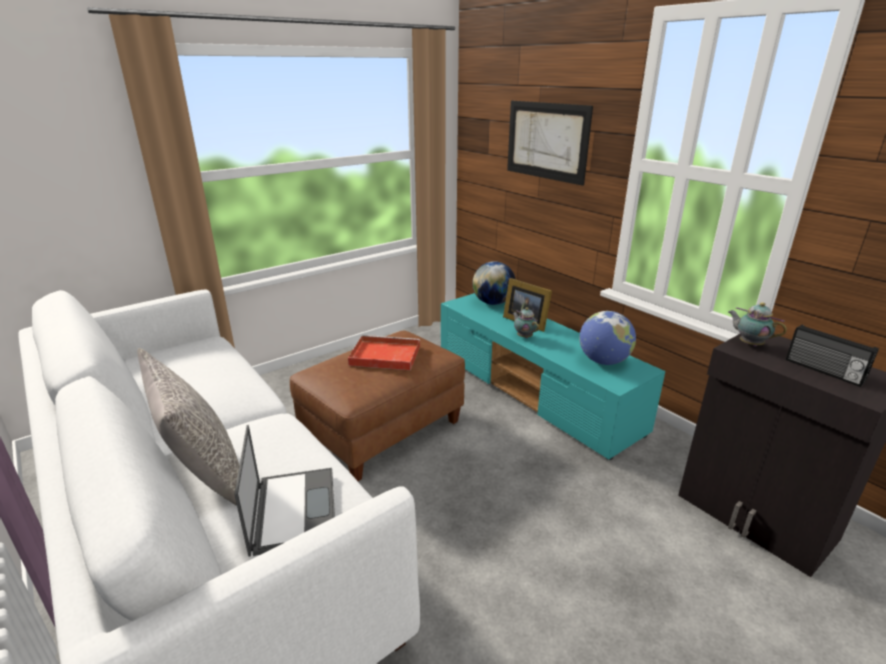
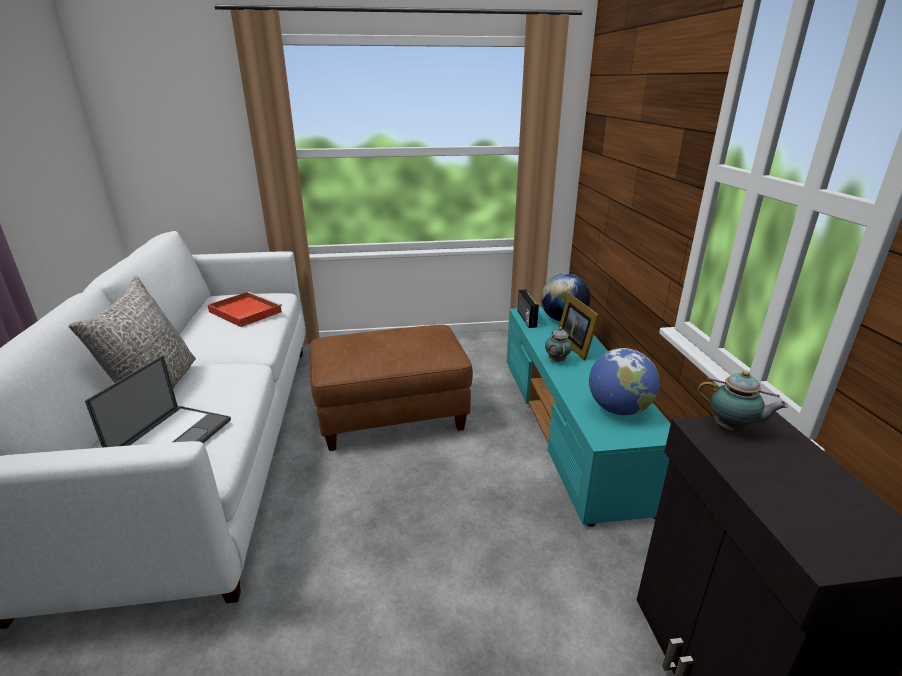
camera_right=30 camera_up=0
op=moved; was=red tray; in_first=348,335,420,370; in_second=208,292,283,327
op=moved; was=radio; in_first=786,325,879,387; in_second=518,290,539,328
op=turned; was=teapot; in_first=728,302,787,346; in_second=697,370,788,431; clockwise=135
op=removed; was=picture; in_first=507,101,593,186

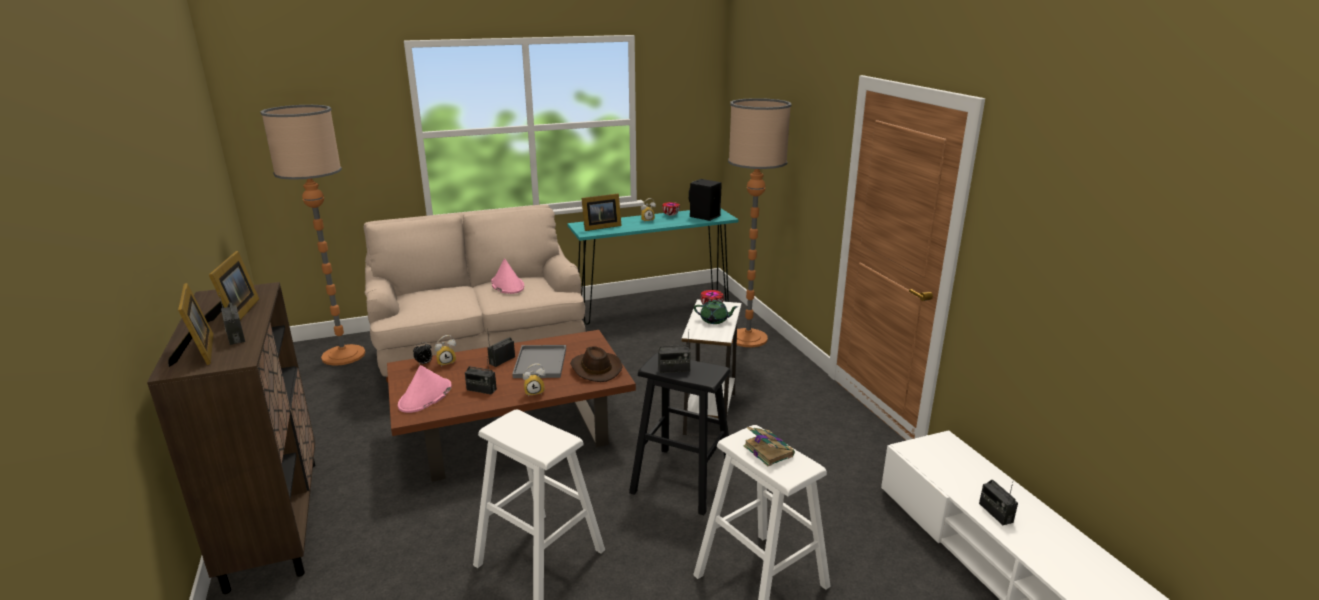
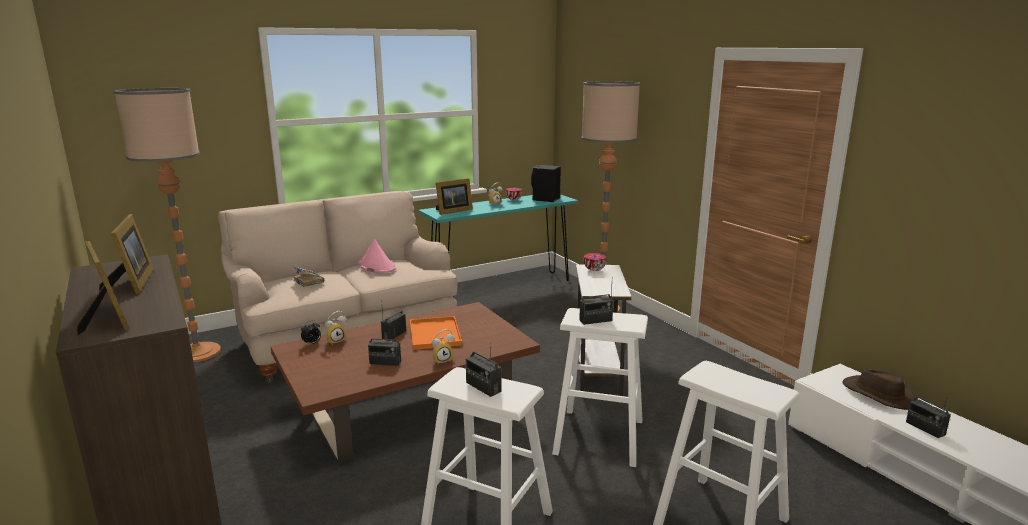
camera_right=-10 camera_up=-5
op=moved; was=book; in_first=743,427,795,467; in_second=293,266,324,287
op=recoloured; was=grey tray; now=orange tray; in_first=512,345,566,378; in_second=410,316,462,350
op=moved; was=radio; in_first=219,294,245,345; in_second=466,342,502,397
op=recoloured; was=black stool; now=white stool; in_first=629,353,730,515; in_second=552,308,648,467
op=moved; was=brown hat; in_first=570,346,622,382; in_second=842,369,917,410
op=removed; was=pink hat; in_first=398,365,452,413
op=removed; was=green teapot; in_first=694,300,738,324

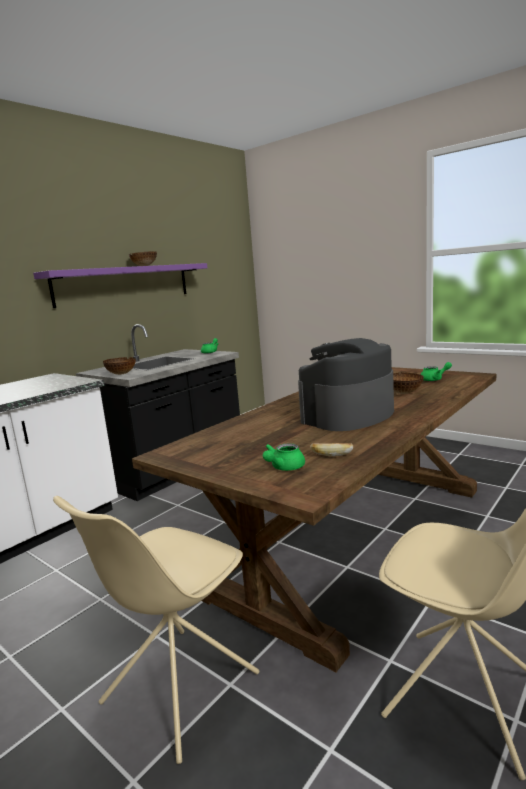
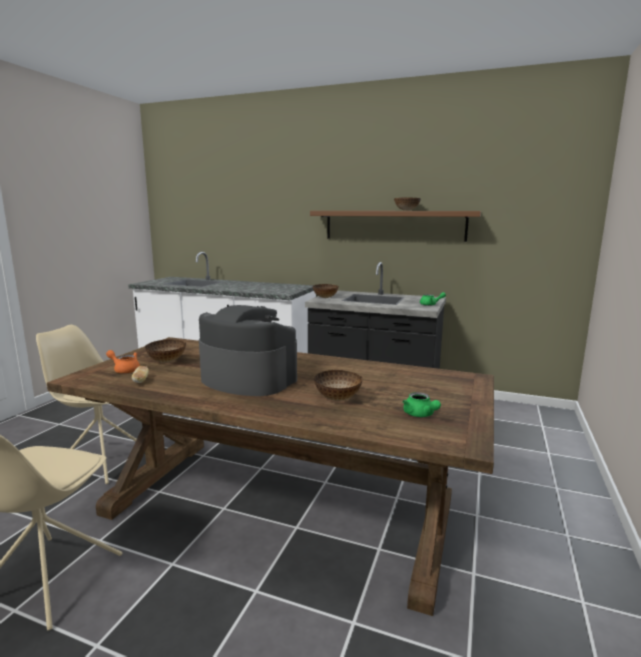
camera_right=70 camera_up=0
op=recoloured; was=green teapot; now=orange teapot; in_first=263,443,305,471; in_second=106,350,140,373
op=added; now=bowl; in_second=145,339,186,363
op=recoloured; was=purple shelf; now=brown shelf; in_first=33,263,207,308; in_second=310,211,481,242

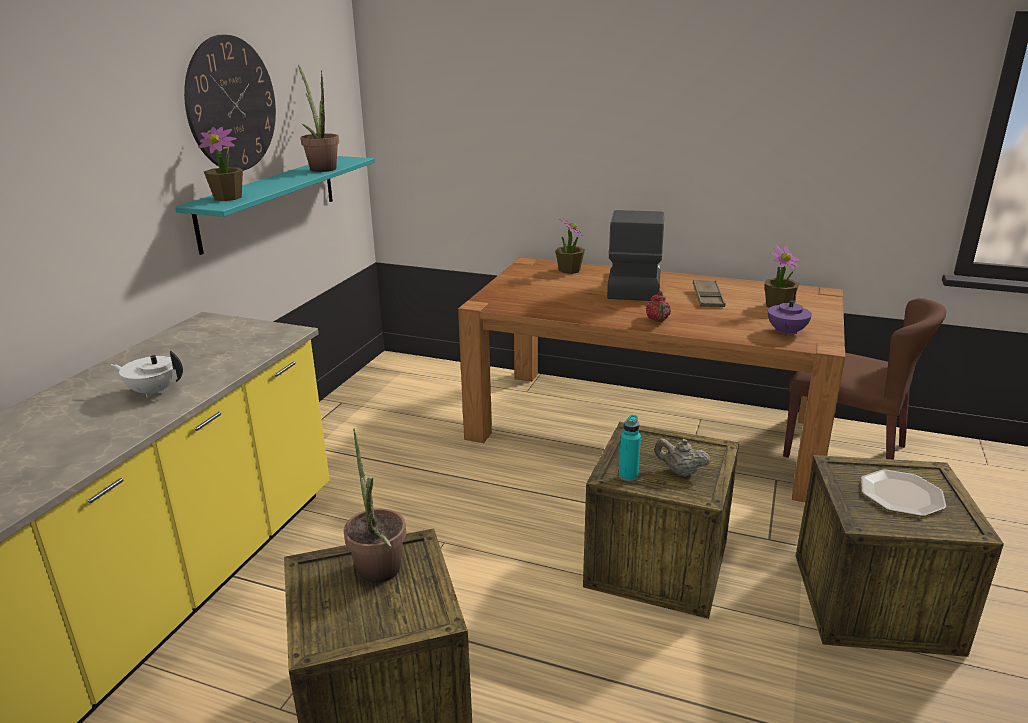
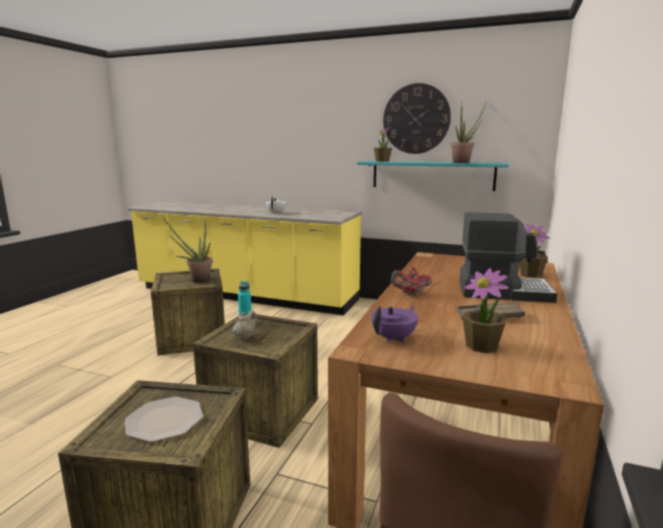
camera_right=90 camera_up=-10
op=turned; was=purple teapot; in_first=768,291,812,336; in_second=371,306,418,343; clockwise=105

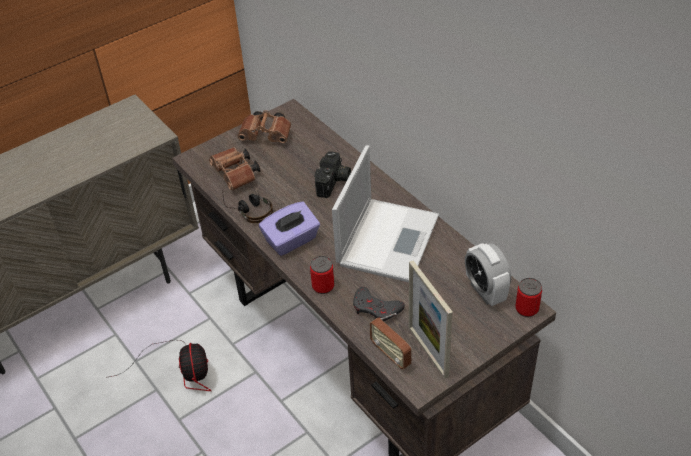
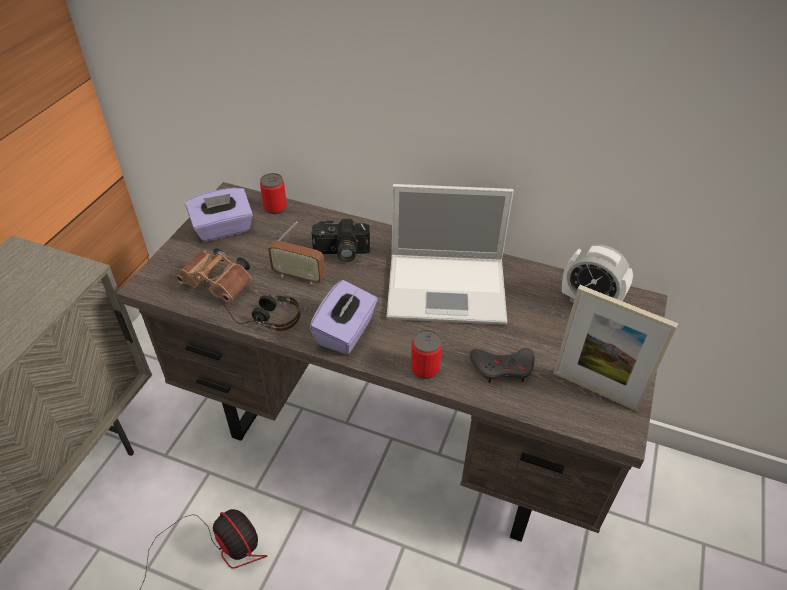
camera_right=-35 camera_up=0
op=replaced; was=brown binoculars; now=purple tissue box; in_first=237,110,291,143; in_second=185,188,253,242
op=moved; was=can; in_first=515,278,542,317; in_second=260,173,287,214
op=moved; was=radio; in_first=370,313,411,370; in_second=268,222,325,285
op=turned; was=photo camera; in_first=314,151,351,198; in_second=311,219,370,262; clockwise=105
op=turned; was=laptop; in_first=332,145,439,283; in_second=387,184,513,325; clockwise=105

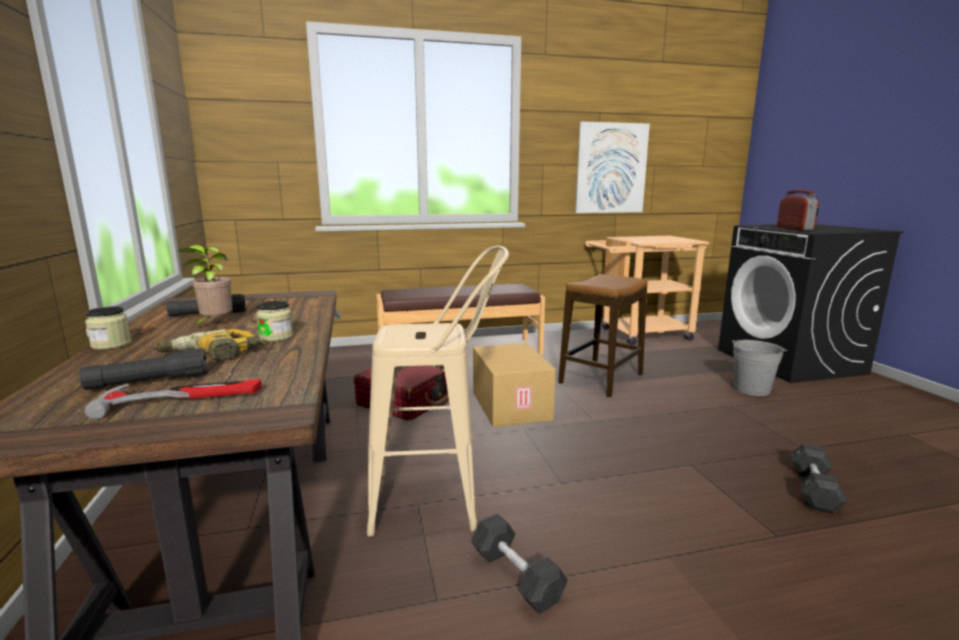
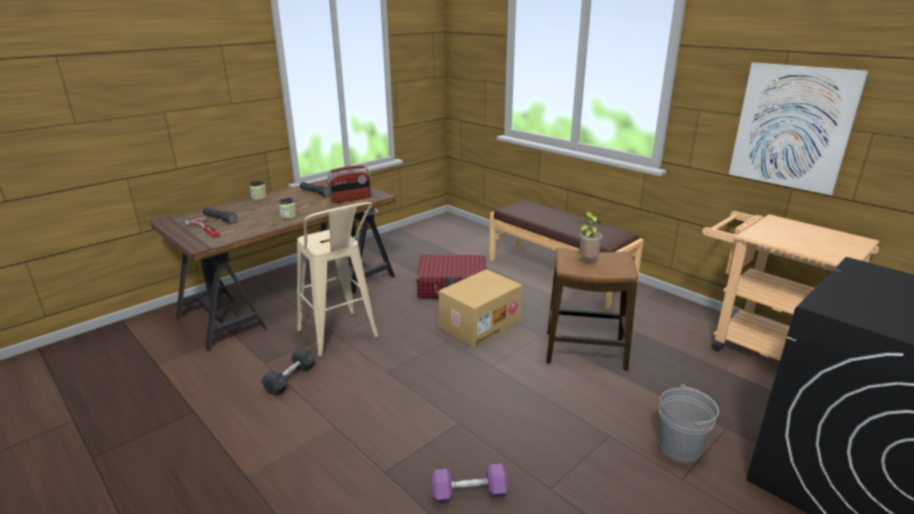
camera_right=60 camera_up=10
op=moved; was=radio; in_first=777,190,819,231; in_second=327,165,371,203
op=recoloured; was=grey dumbbell; now=purple dumbbell; in_first=791,443,847,513; in_second=432,464,508,503
op=moved; was=potted plant; in_first=178,245,233,326; in_second=575,211,603,259
op=removed; was=power drill; in_first=154,329,270,361

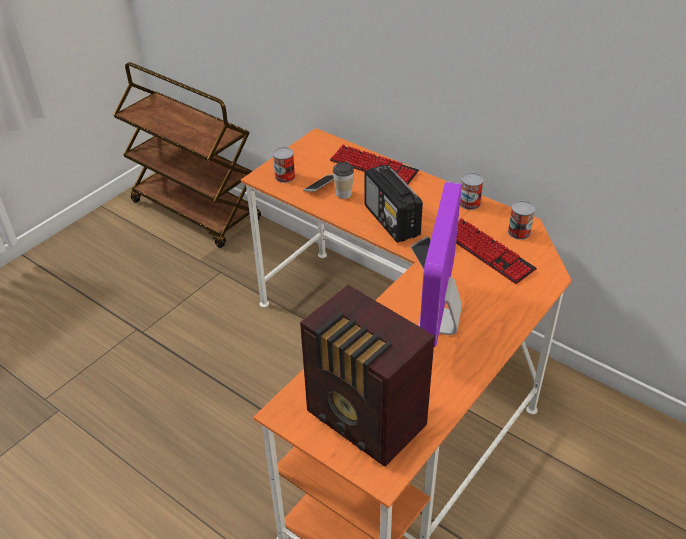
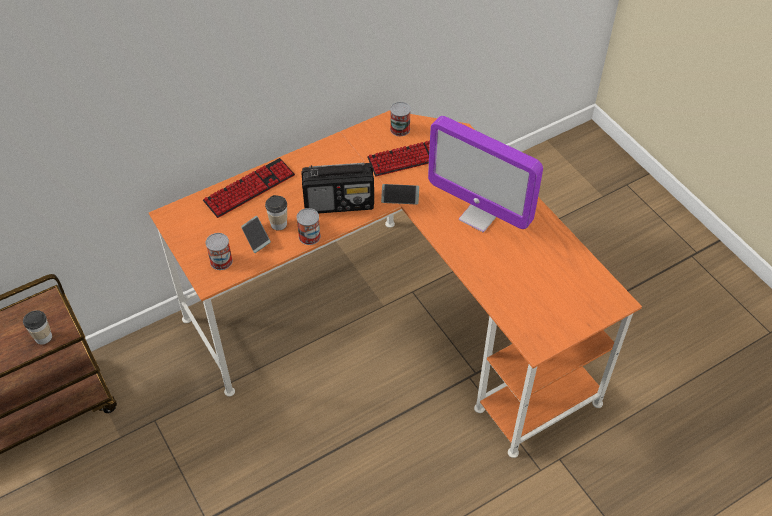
camera_right=-70 camera_up=10
op=added; now=cup; in_second=23,310,52,344
op=moved; was=can; in_first=460,173,484,210; in_second=296,208,321,245
op=removed; was=radio; in_first=300,285,435,467

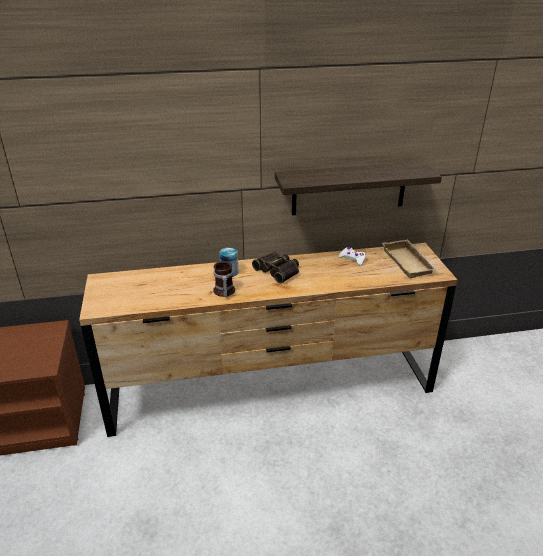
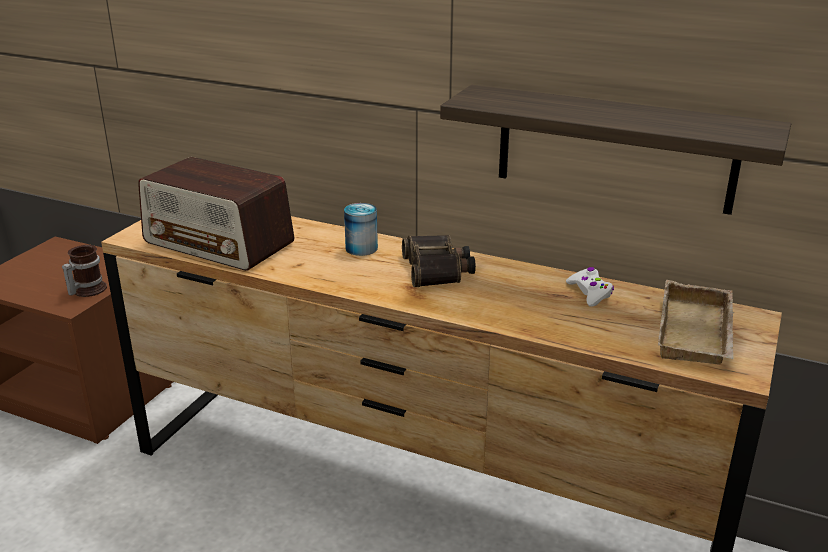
camera_right=35 camera_up=-5
op=moved; was=mug; in_first=213,261,235,297; in_second=62,245,107,297
op=added; now=radio; in_second=138,157,294,271

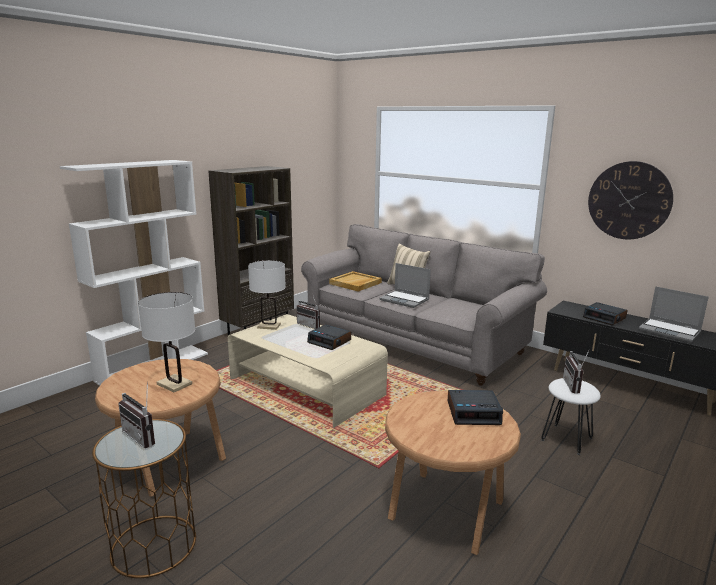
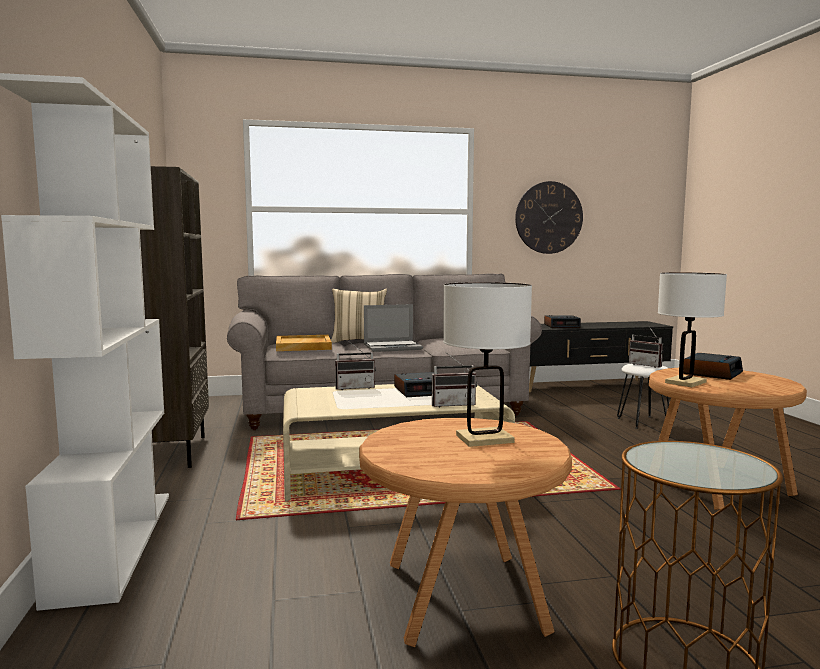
camera_right=-50 camera_up=-10
op=moved; was=radio; in_first=118,382,155,448; in_second=432,354,477,407
op=moved; was=white table lamp; in_first=248,260,286,330; in_second=658,272,727,387
op=removed; was=laptop; in_first=639,286,709,343

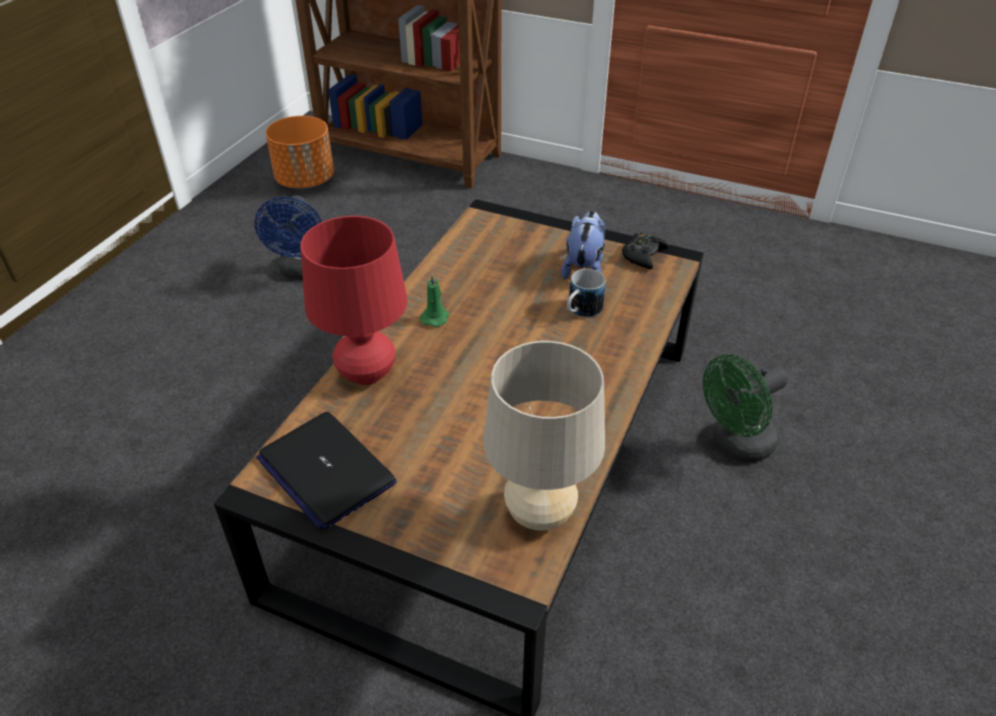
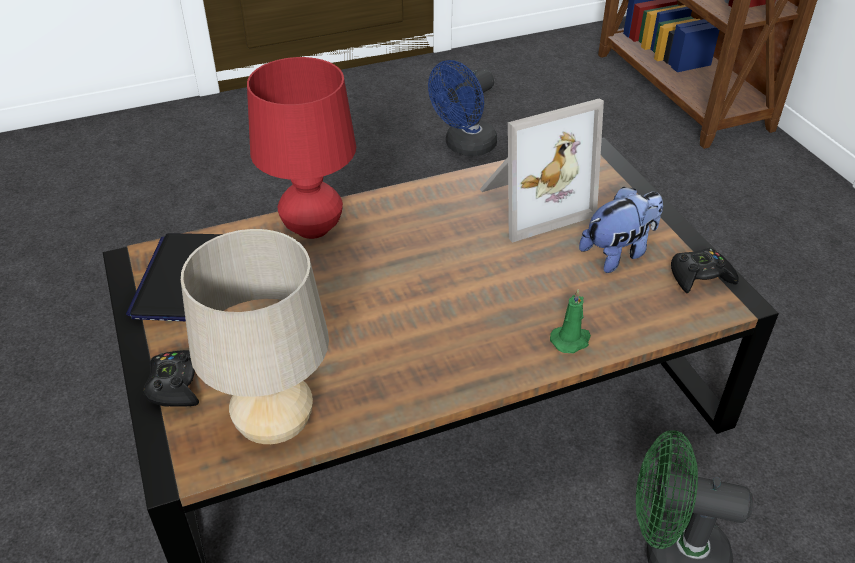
camera_right=45 camera_up=0
op=added; now=black game controller; in_second=143,350,199,407
op=added; now=picture frame; in_second=479,98,604,243
op=moved; was=green candle; in_first=420,274,449,327; in_second=550,289,591,353
op=removed; was=orange planter; in_first=265,116,334,188
op=removed; was=mug; in_first=567,269,606,318

